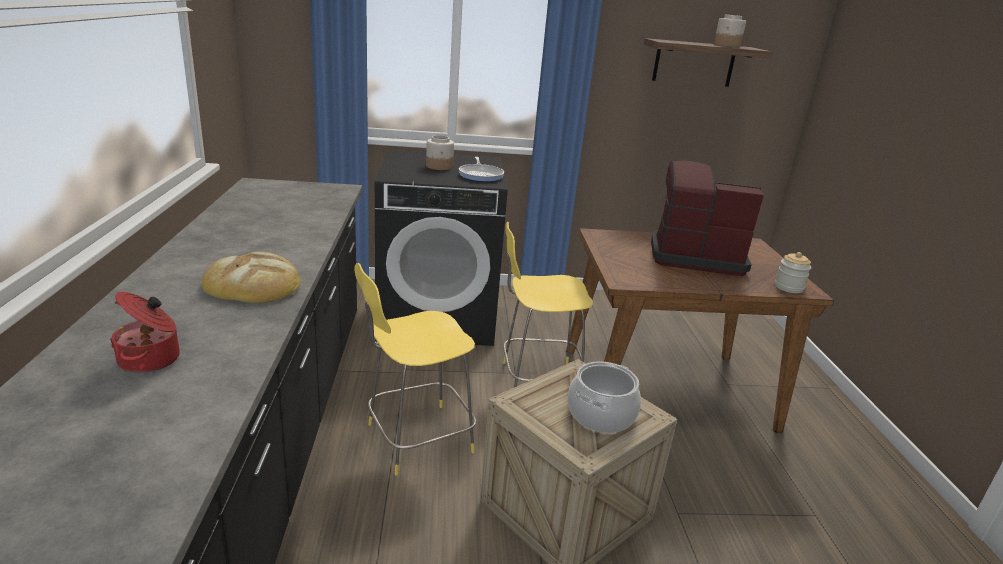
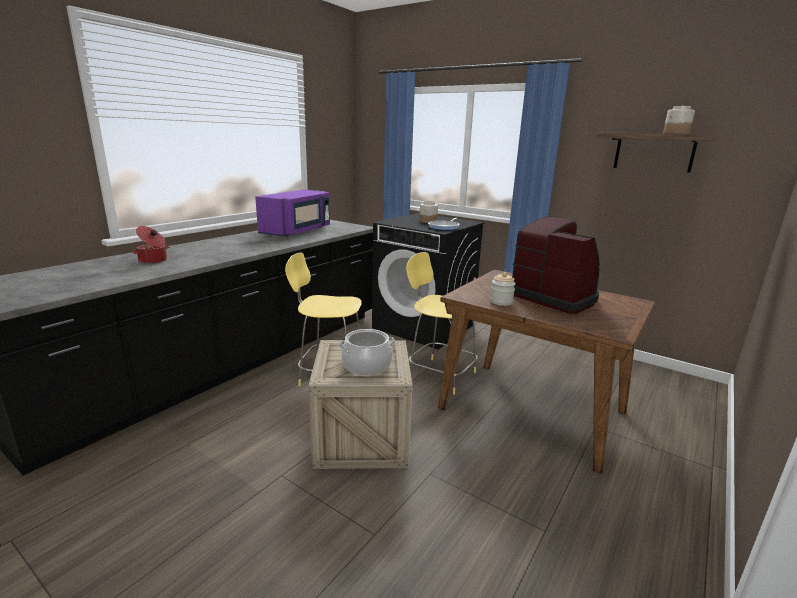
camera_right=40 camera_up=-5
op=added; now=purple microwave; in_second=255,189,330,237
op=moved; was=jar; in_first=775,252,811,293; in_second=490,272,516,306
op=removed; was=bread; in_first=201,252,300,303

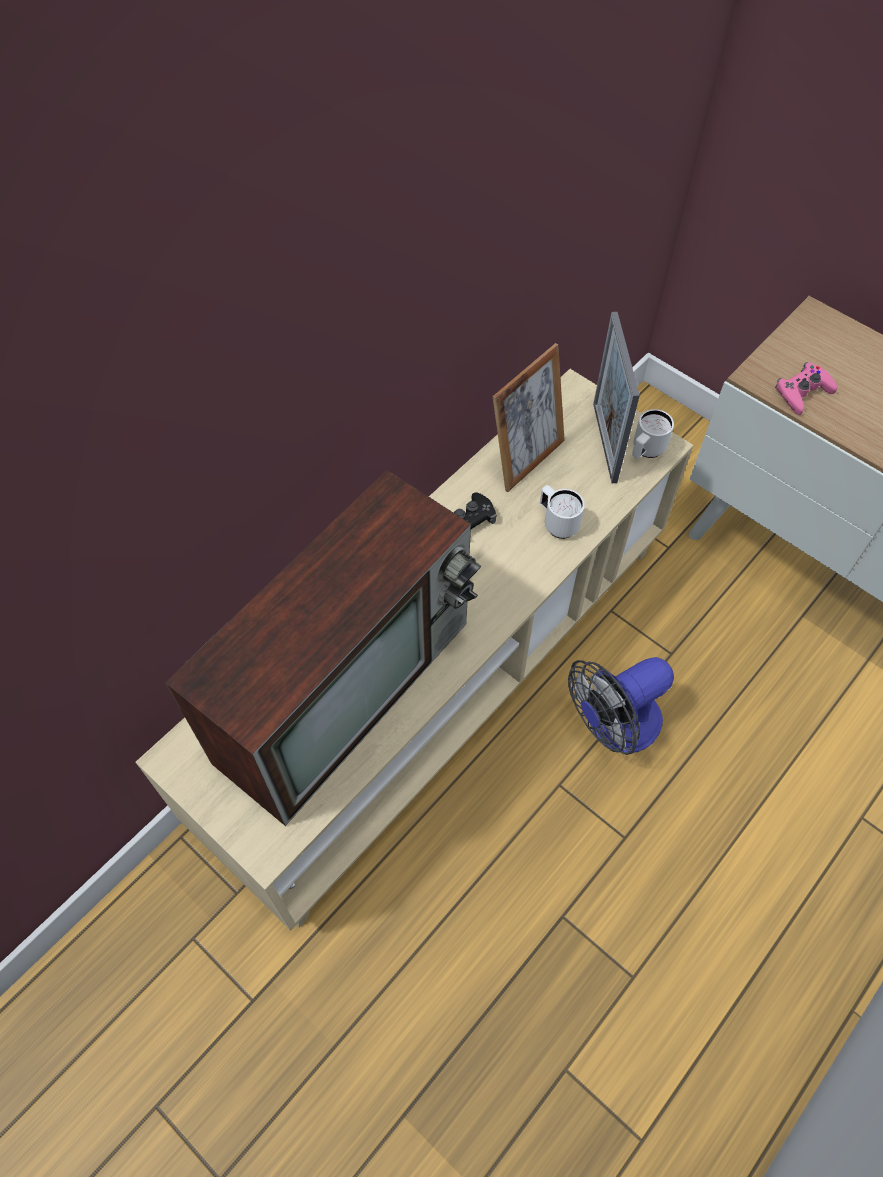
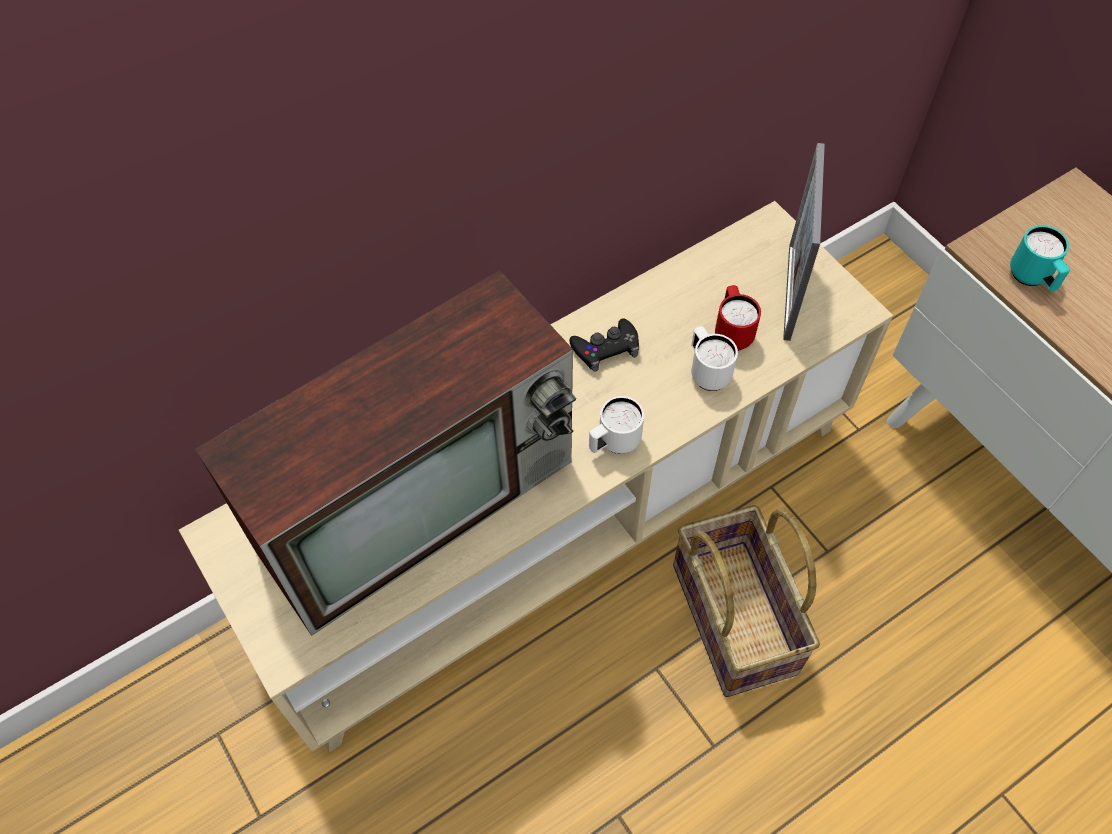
camera_right=15 camera_up=0
op=moved; was=white mug; in_first=632,409,674,459; in_second=589,396,644,454
op=replaced; was=fan; now=basket; in_first=568,657,674,755; in_second=673,505,820,697
op=added; now=red mug; in_second=715,285,761,351
op=replaced; was=pink game controller; now=turquoise mug; in_first=775,362,837,415; in_second=1010,225,1070,292
op=removed; was=picture frame; in_first=493,343,565,492

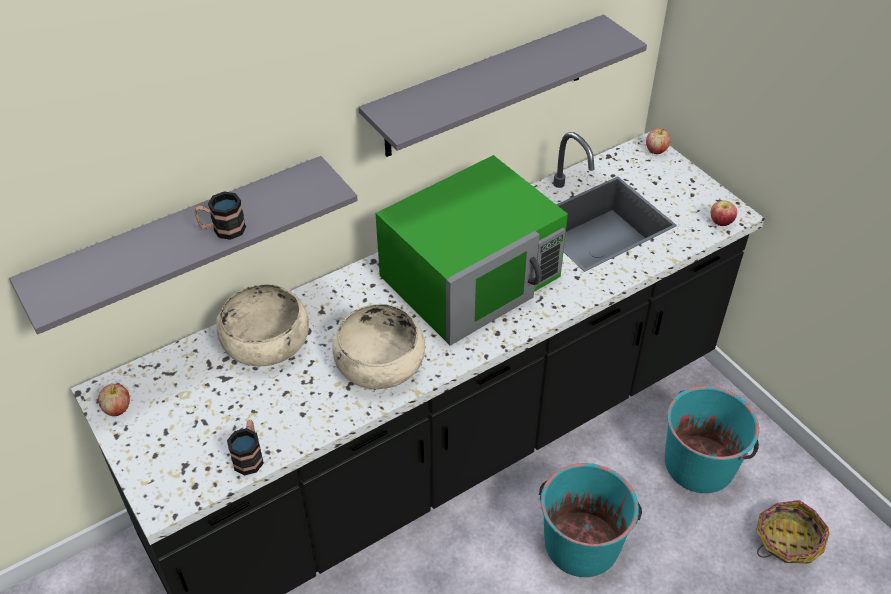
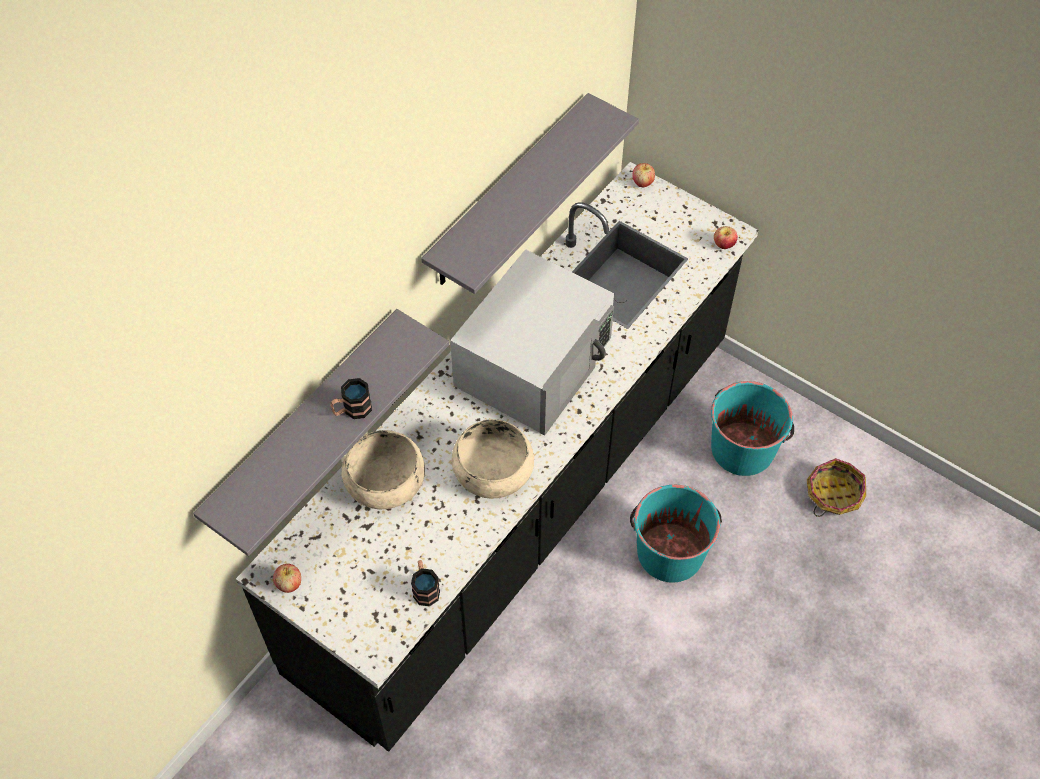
camera_right=-20 camera_up=10
op=recoloured; was=green microwave; now=white microwave; in_first=376,155,568,346; in_second=450,249,614,436

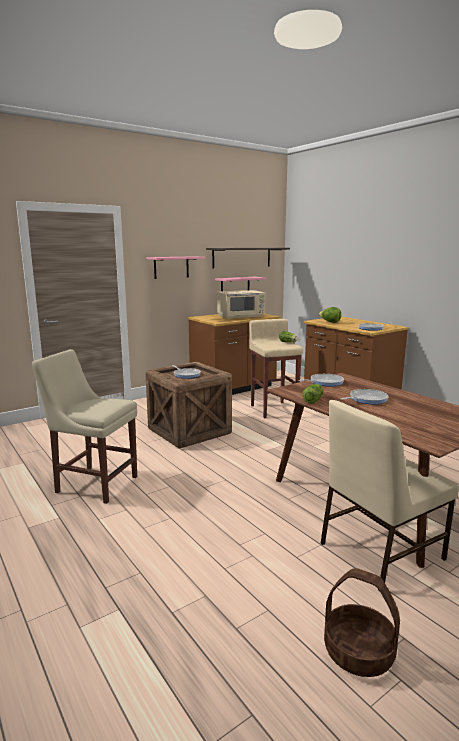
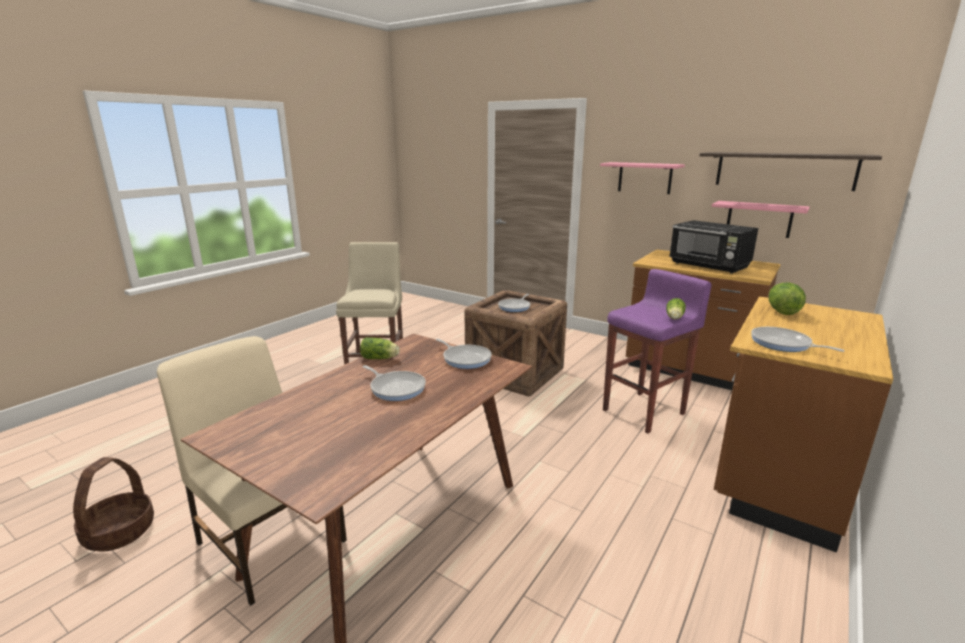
camera_right=70 camera_up=5
op=recoloured; was=beige stool; now=purple stool; in_first=249,319,303,419; in_second=603,269,712,433
op=recoloured; was=beige microwave; now=black microwave; in_first=217,290,265,319; in_second=669,220,758,274

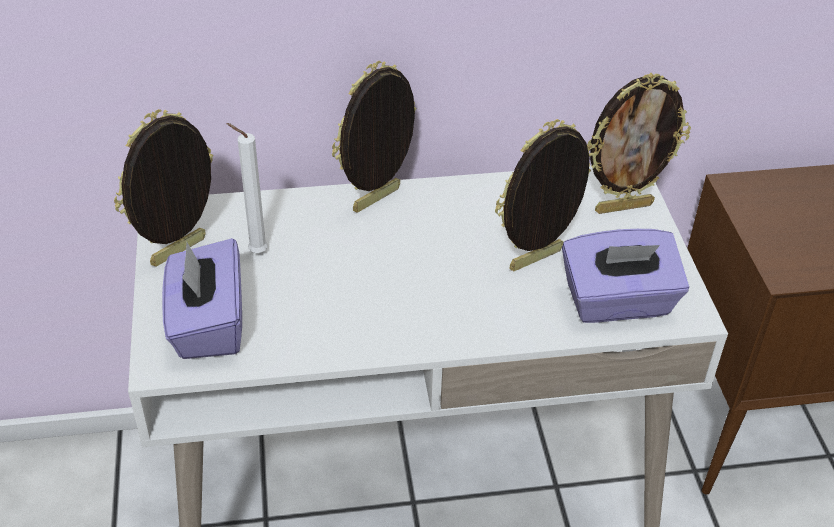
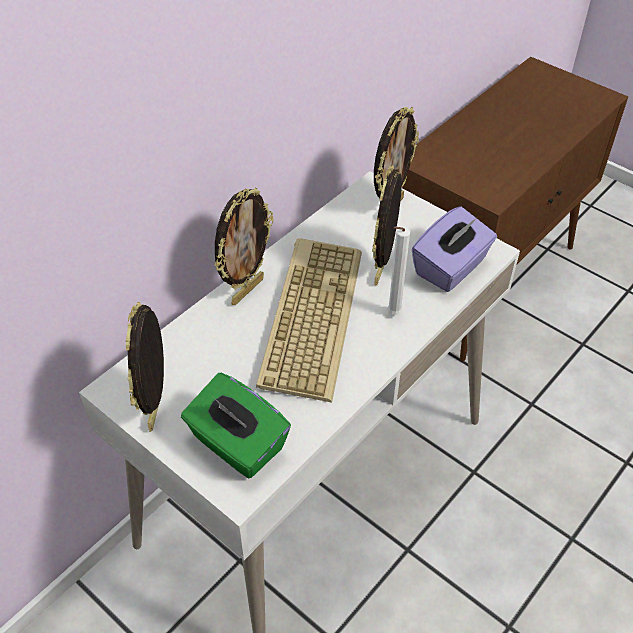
camera_right=-40 camera_up=5
op=recoloured; was=purple tissue box; now=green tissue box; in_first=162,238,242,359; in_second=181,373,291,479
op=turned; was=picture frame; in_first=332,61,416,213; in_second=215,188,274,305; clockwise=-150
op=added; now=keyboard; in_second=256,238,362,403
op=moved; was=white candle; in_first=226,123,268,253; in_second=387,226,410,315

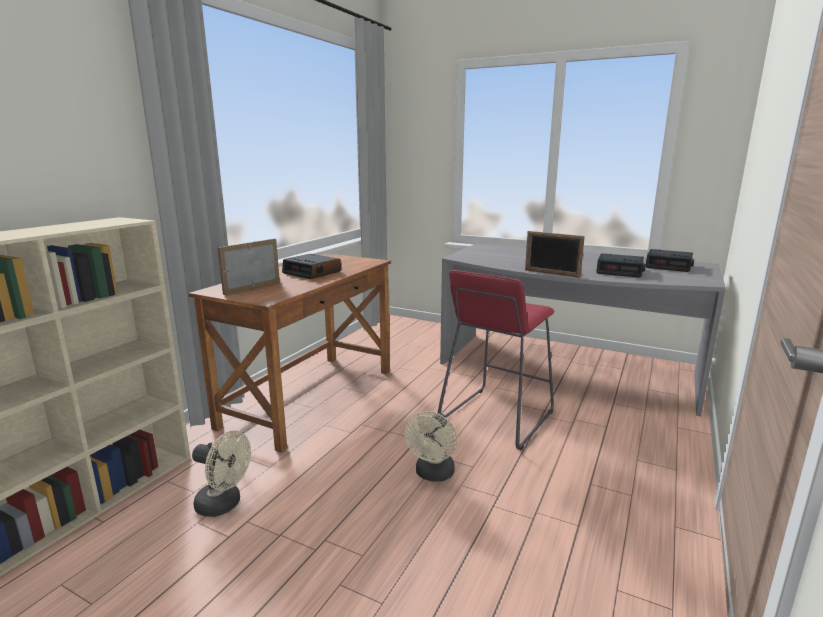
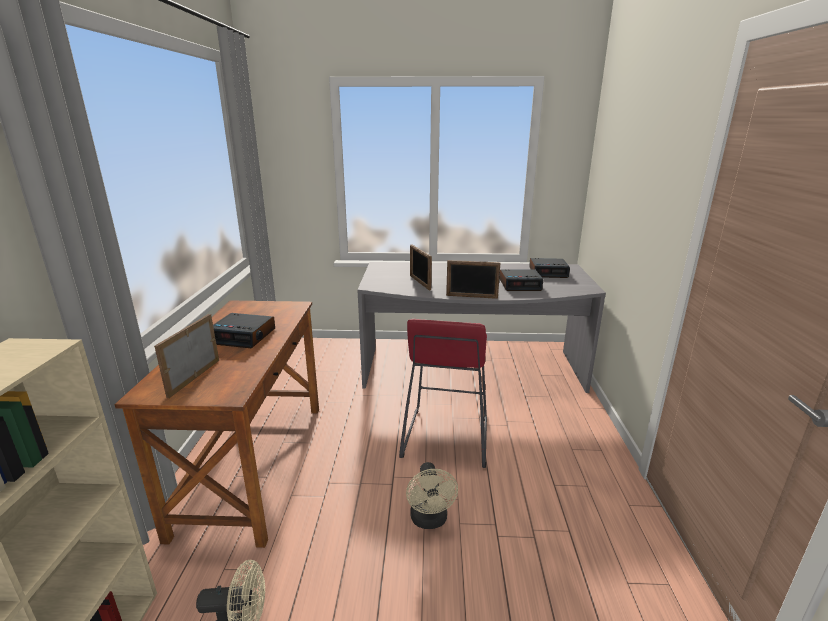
camera_right=-25 camera_up=5
op=added; now=picture frame; in_second=410,244,432,291

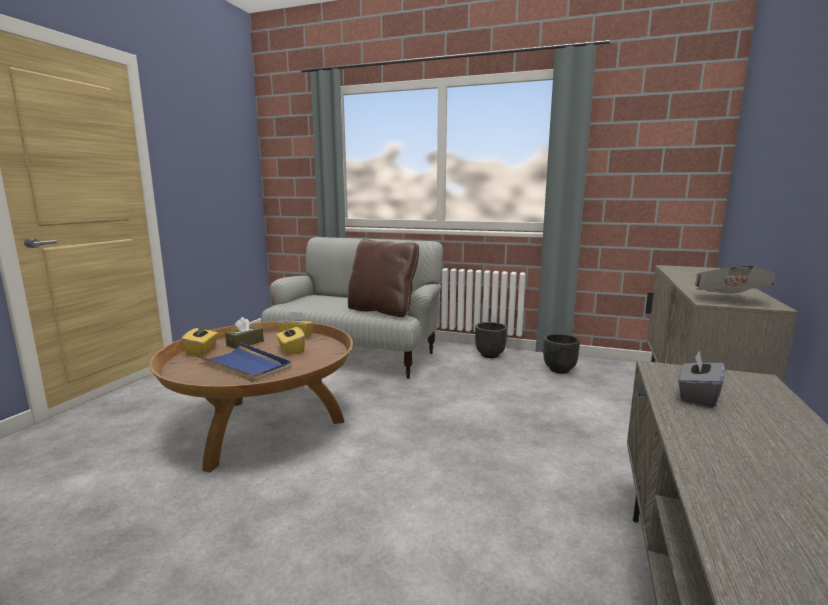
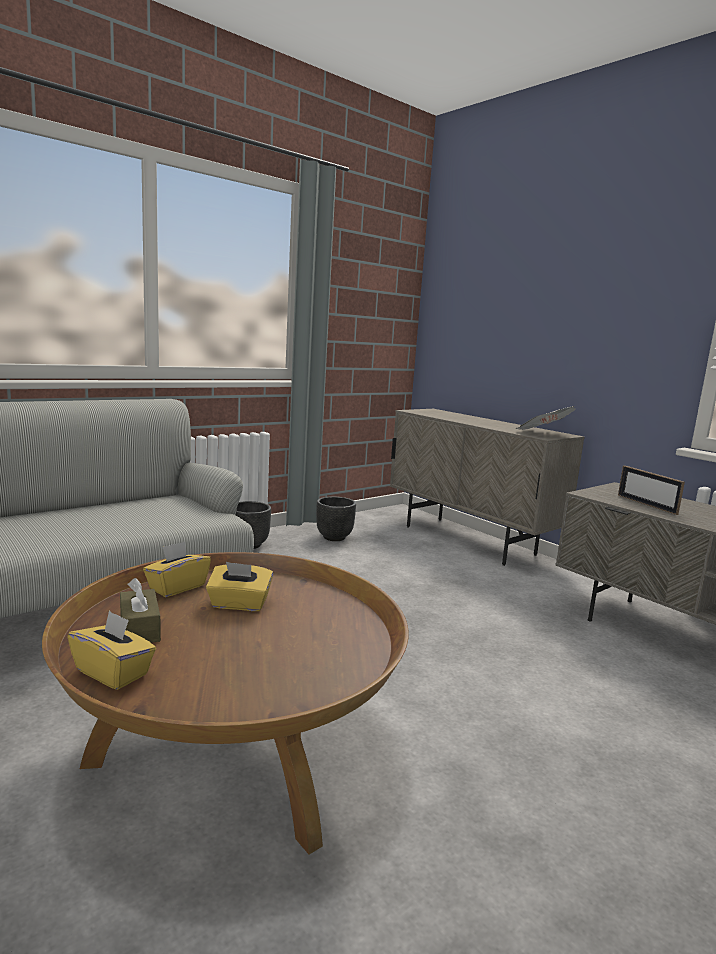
camera_right=-60 camera_up=0
op=replaced; was=grey tissue box; now=picture frame; in_first=678,351,725,408; in_second=618,465,685,515
op=removed; was=blue tray; in_first=197,342,292,382
op=removed; was=brown pillow; in_first=348,239,419,317

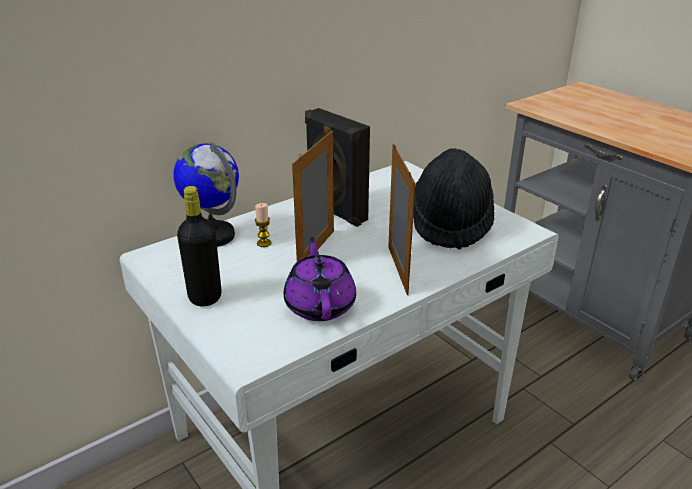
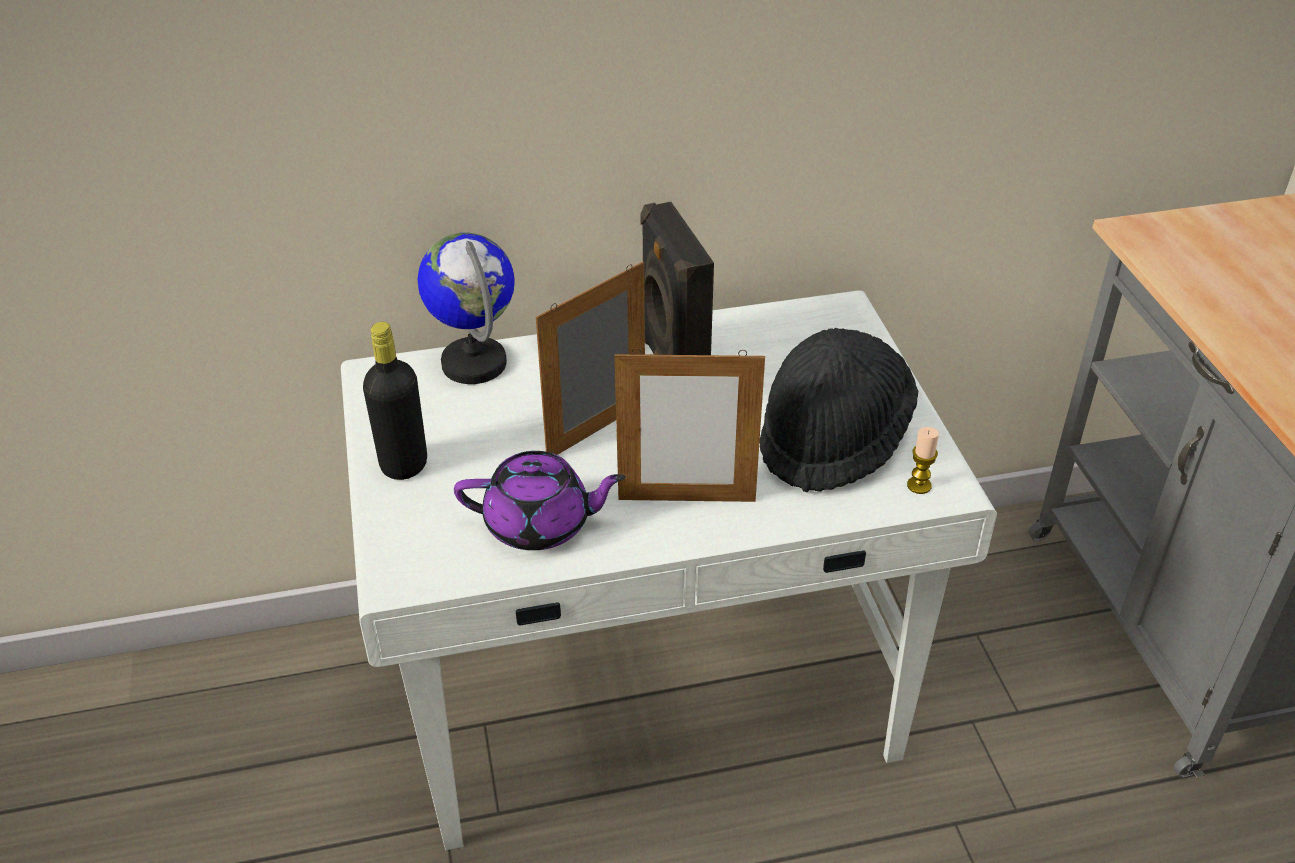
camera_right=25 camera_up=10
op=turned; was=purple teapot; in_first=284,237,356,321; in_second=454,451,626,550; clockwise=75
op=turned; was=picture frame; in_first=388,144,415,295; in_second=614,349,765,502; clockwise=75
op=moved; was=candle; in_first=255,203,272,247; in_second=907,427,939,494

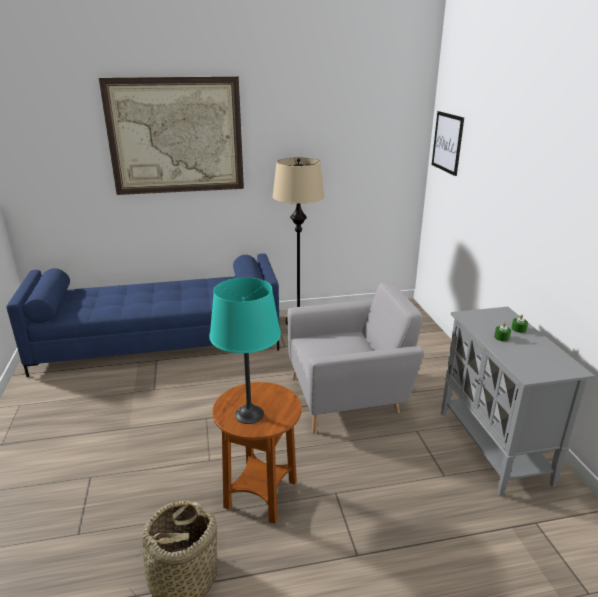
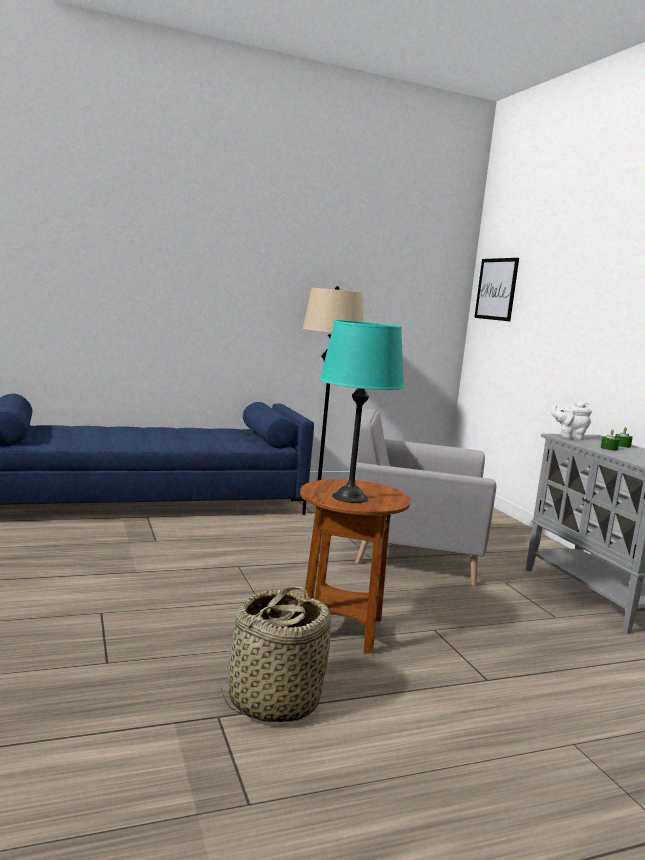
camera_right=-10 camera_up=-15
op=turned; was=grey armchair; in_first=288,281,424,434; in_second=355,409,496,586; clockwise=-150
op=added; now=white teapot; in_second=551,401,592,440
op=removed; was=picture; in_first=99,76,244,195

